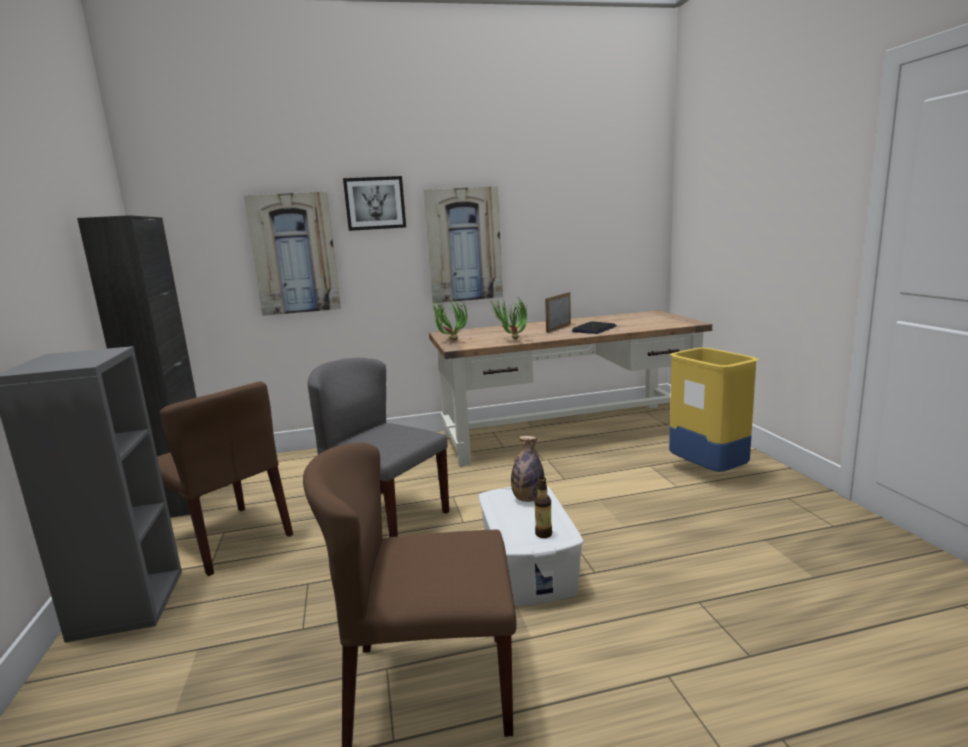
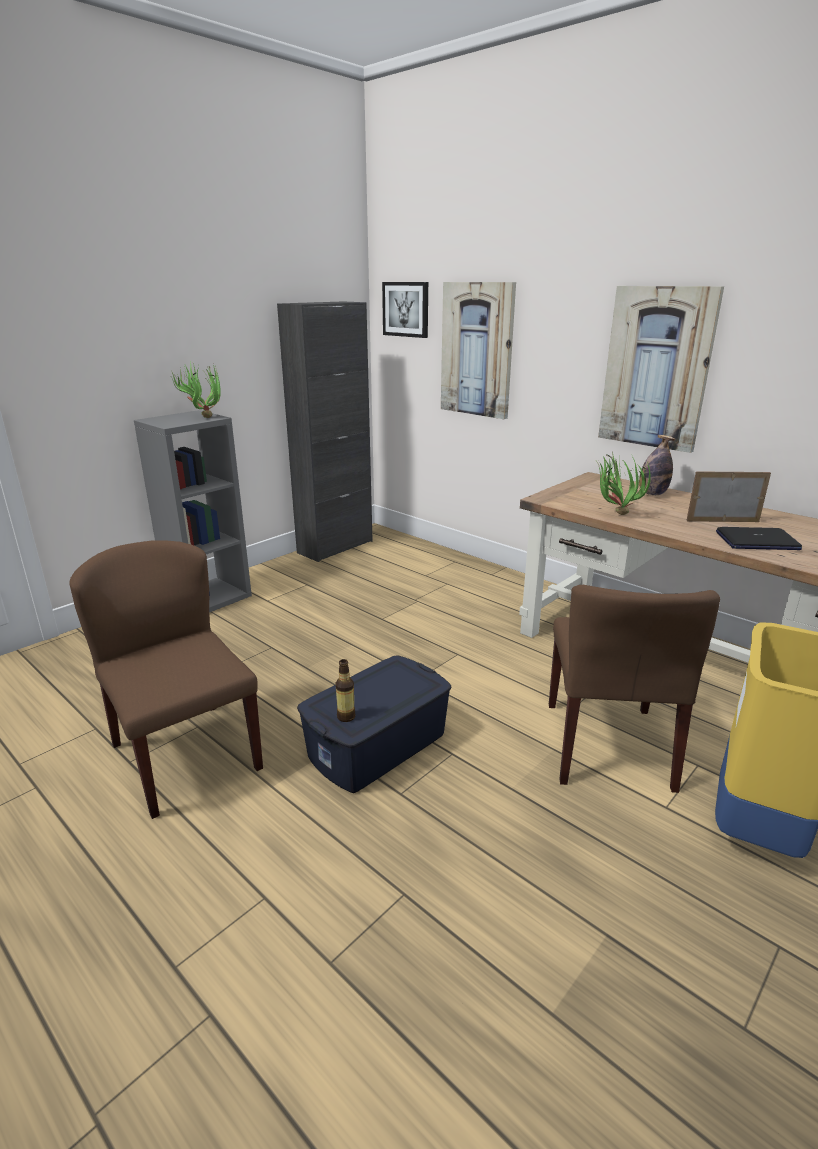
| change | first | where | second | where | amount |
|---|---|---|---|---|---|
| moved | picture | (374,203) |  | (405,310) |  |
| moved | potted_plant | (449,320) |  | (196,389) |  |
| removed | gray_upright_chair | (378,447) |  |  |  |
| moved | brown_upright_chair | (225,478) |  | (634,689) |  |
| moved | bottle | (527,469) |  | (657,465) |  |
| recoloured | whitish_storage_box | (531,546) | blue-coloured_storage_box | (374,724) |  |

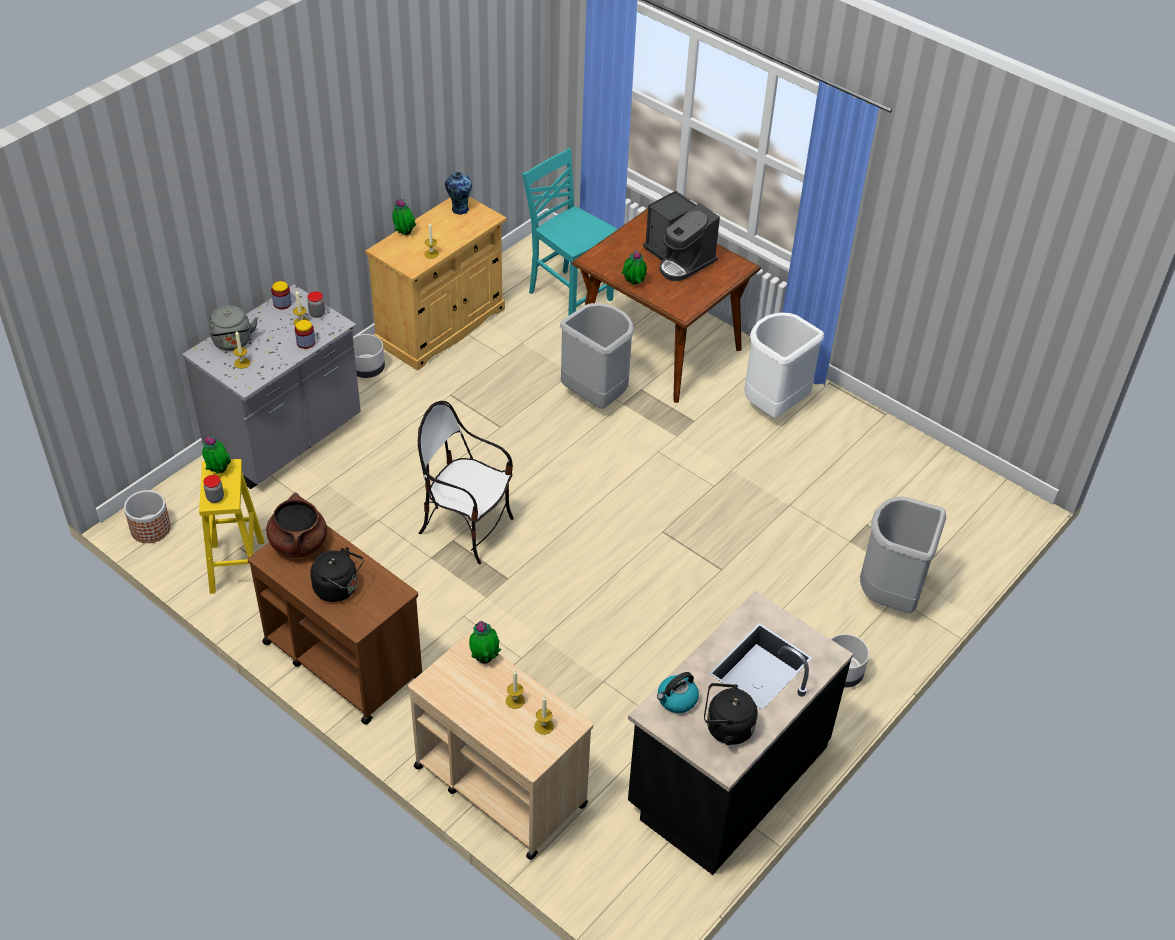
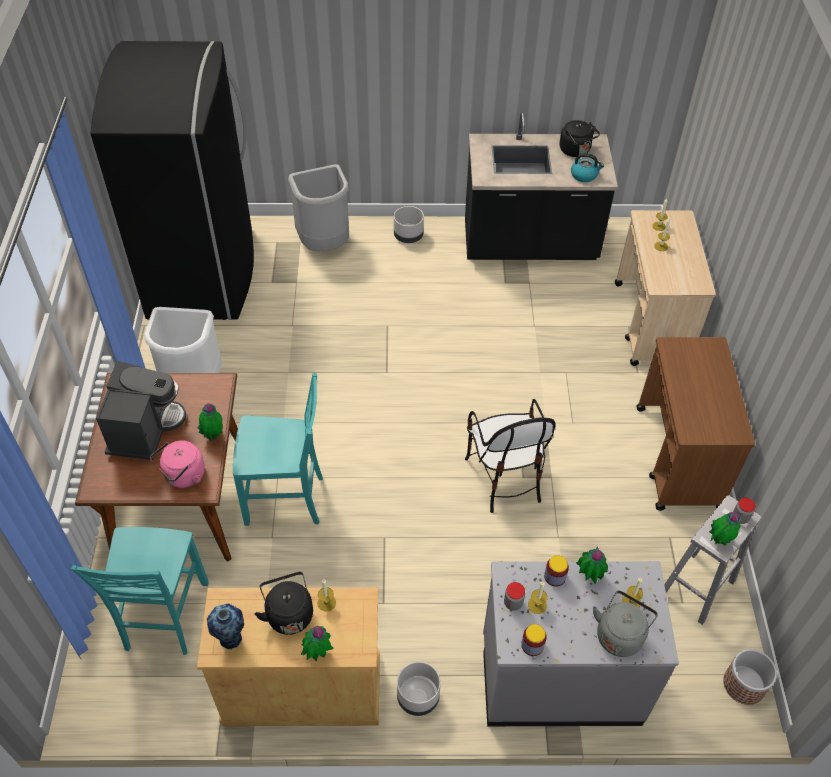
| change | first | where | second | where | amount |
|---|---|---|---|---|---|
| replaced | gray_trash_can | (597,356) | blue-green_upright_chair | (278,449) |  |
| recoloured | yellow-coloured_stool_seat | (231,526) | whitish_stool_seat | (713,560) |  |
| removed | brown_stockpot | (296,525) |  |  |  |
| moved | blackish_kettle | (337,574) |  | (283,603) |  |
| moved | potted_plant | (485,642) |  | (592,565) |  |
| added |  |  | blackish_kitchen_fridge | (172,180) |  |
| added |  |  | pink-coloured_kettle | (177,464) |  |

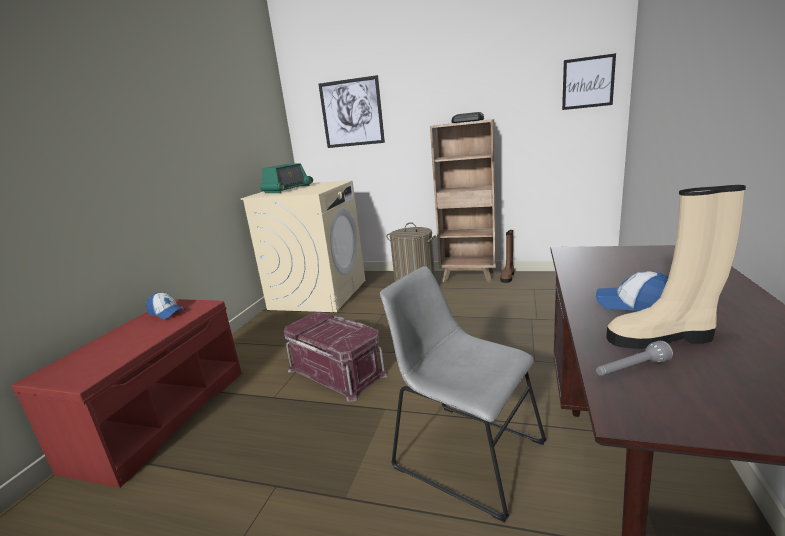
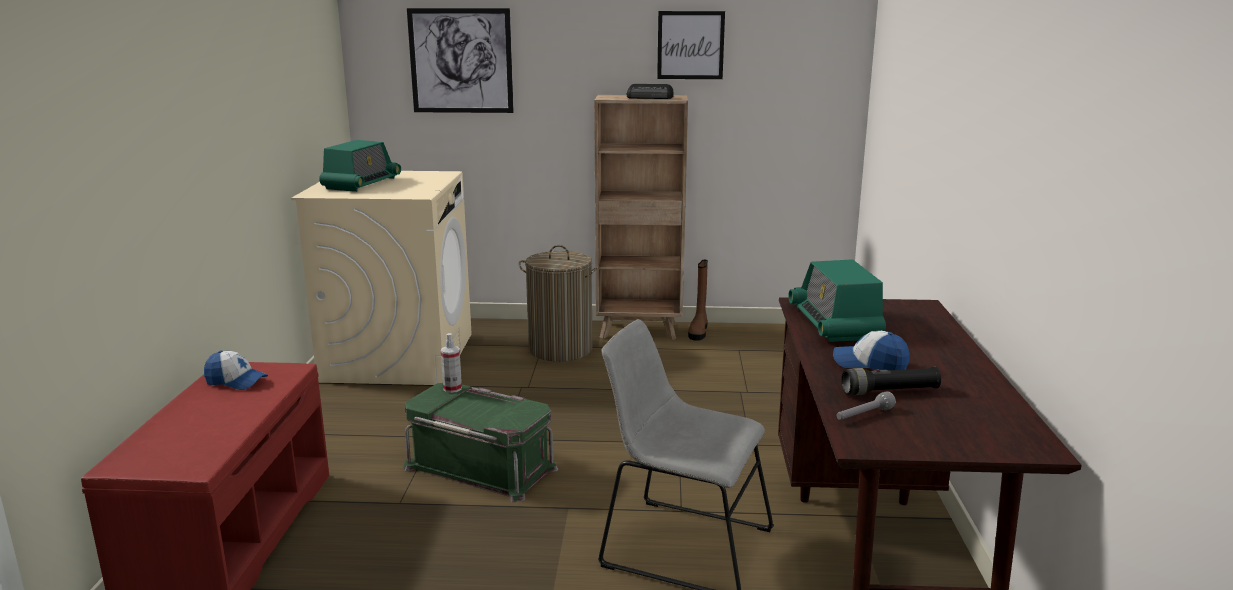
| change | first | where | second | where | amount |
|---|---|---|---|---|---|
| moved | picture | (589,81) |  | (691,45) |  |
| replaced | sand-coloured_tall_boot | (676,267) | blackish_flashlight | (891,381) |  |
| recoloured | reddish_storage_box | (336,357) | greenish_storage_box | (480,442) |  |
| added |  |  | radio_receiver | (837,300) |  |
| added |  |  | sprayer | (451,363) |  |

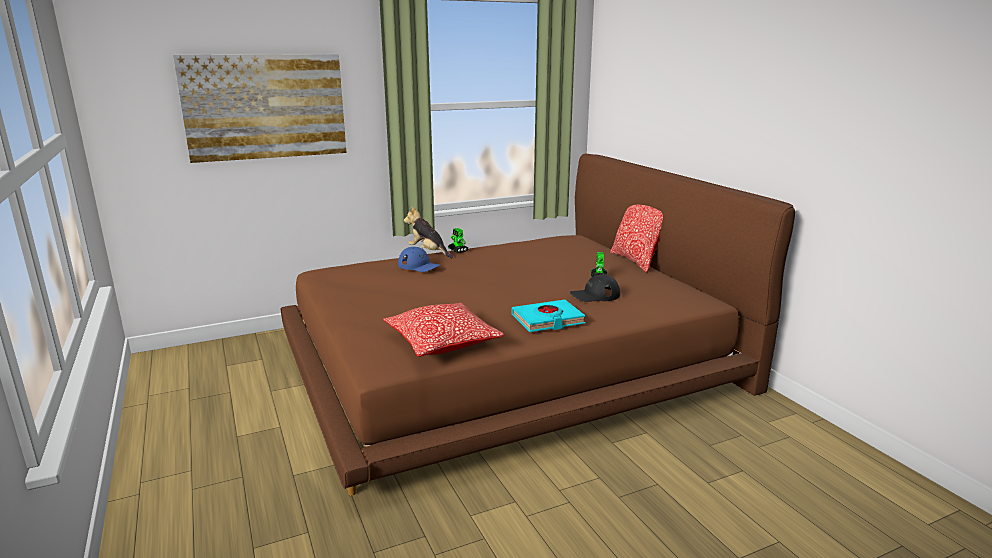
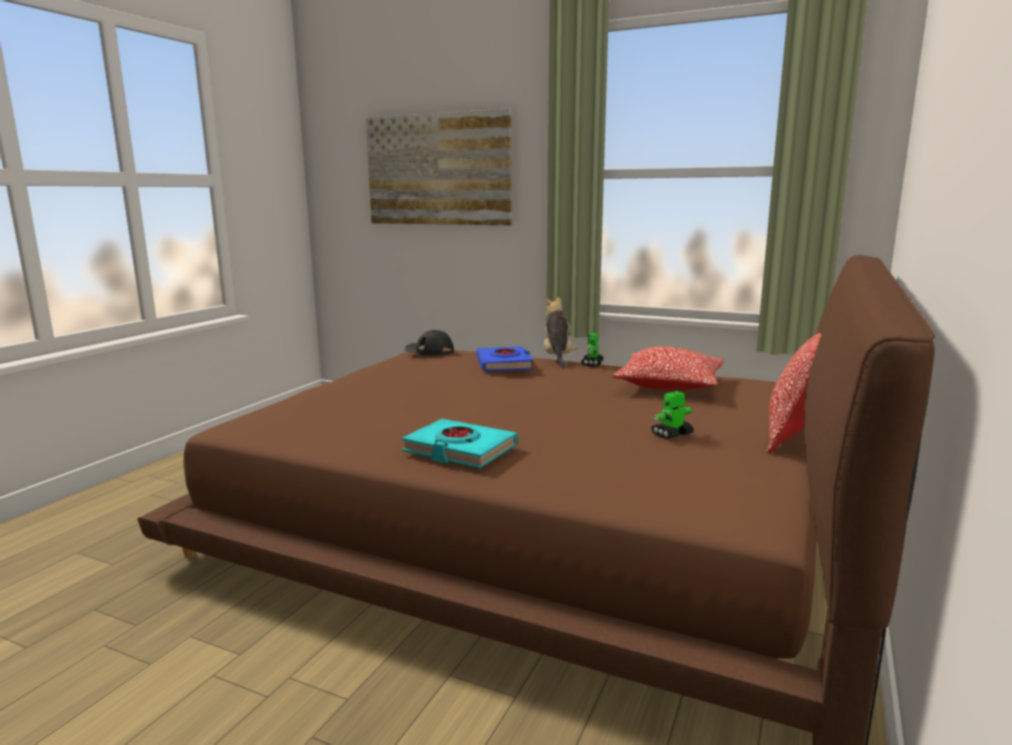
| change | first | where | second | where | amount |
|---|---|---|---|---|---|
| replaced | blue-coloured_baseball_cap | (419,259) | blue-coloured_bound_book | (504,358) |  |
| moved | blackish_baseball_cap | (595,288) |  | (429,343) |  |
| moved | throw_pillow | (444,330) |  | (668,368) |  |

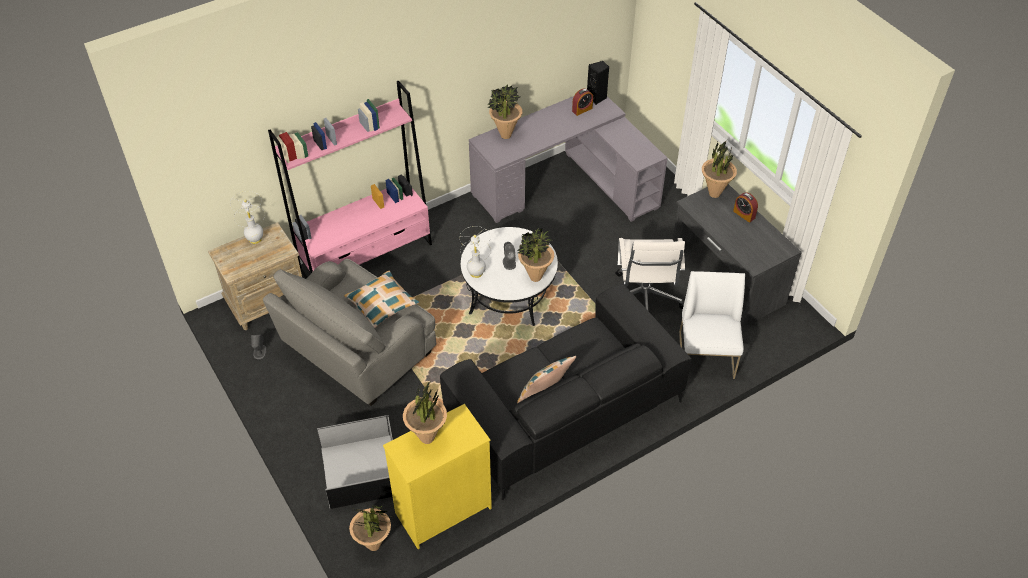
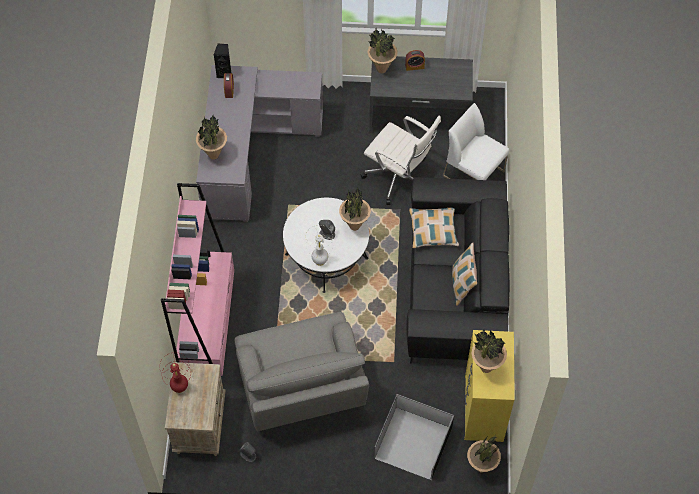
| change | first | where | second | where | amount |
|---|---|---|---|---|---|
| recoloured | whitish_tabletop_lamp | (247,217) | reddish_tabletop_lamp | (175,372) |  |
| moved | throw_pillow | (381,299) |  | (434,228) |  |

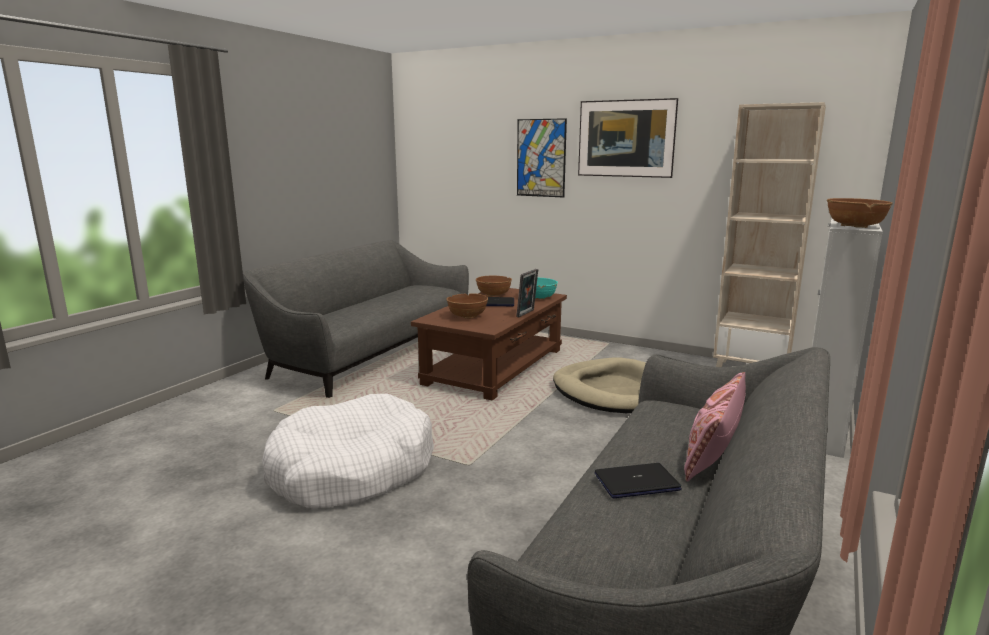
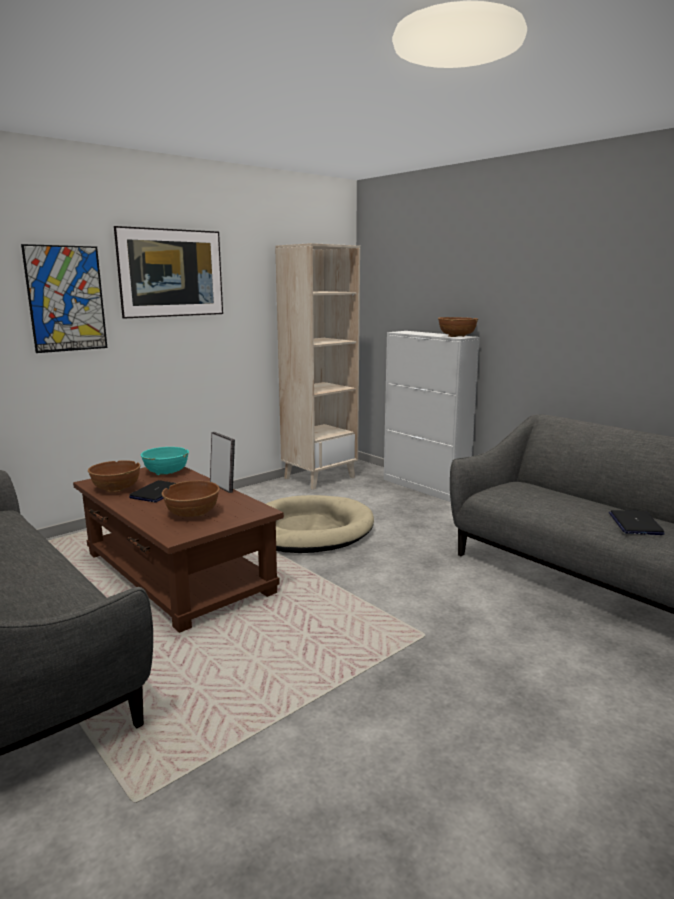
| change | first | where | second | where | amount |
|---|---|---|---|---|---|
| removed | pink-coloured_throw_pillow | (715,426) |  |  |  |
| removed | whitish_dog_cushion | (348,451) |  |  |  |

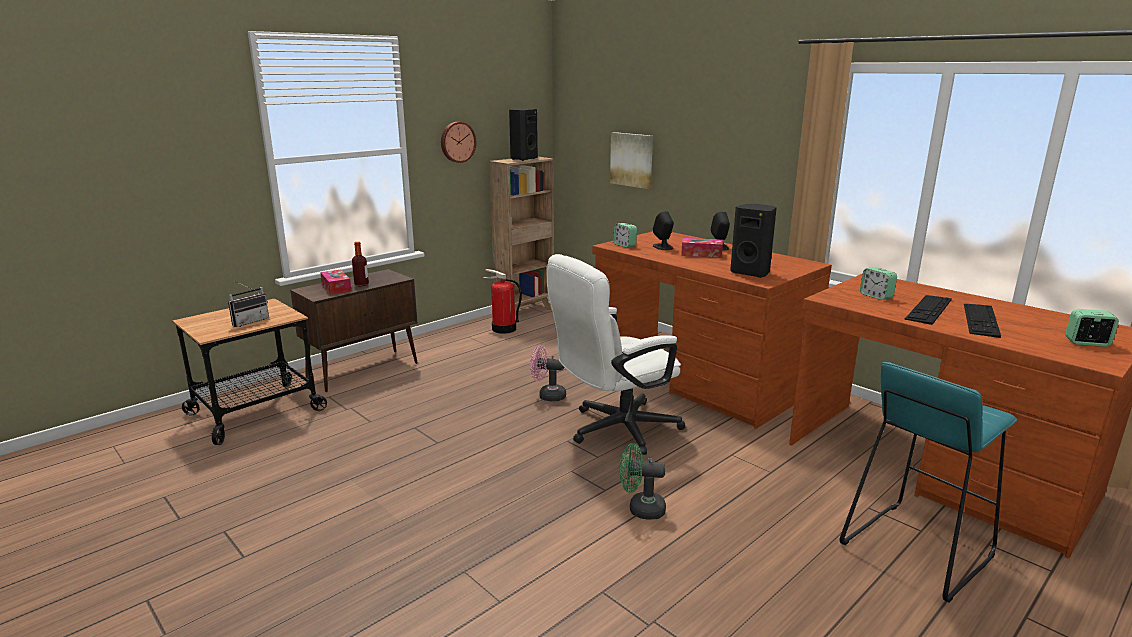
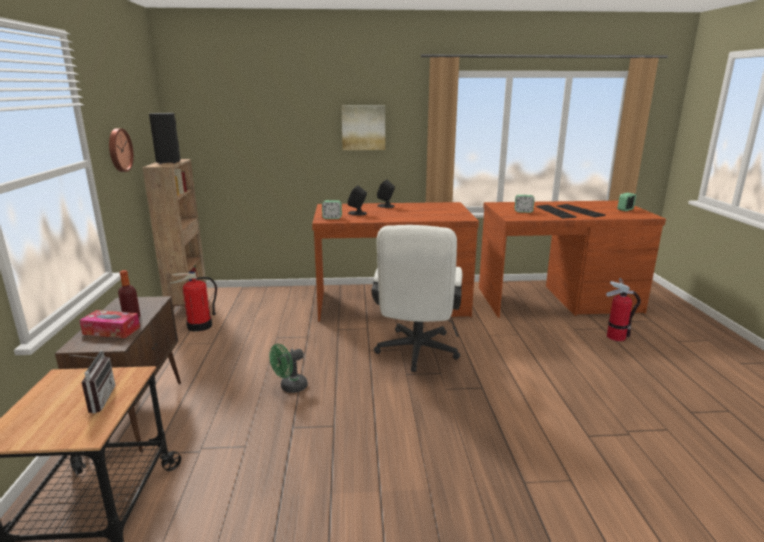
| change | first | where | second | where | amount |
|---|---|---|---|---|---|
| moved | picture | (631,160) |  | (363,127) |  |
| removed | blackish_loudspeaker | (753,241) |  |  |  |
| removed | box_of_tissues | (702,248) |  |  |  |
| removed | pink-coloured_cooling_fan | (548,373) |  |  |  |
| replaced | blue-green_stool_seat | (928,482) | fire-fighting_cylinder | (623,309) |  |
| moved | greenish_cooling_fan | (643,481) |  | (288,368) |  |

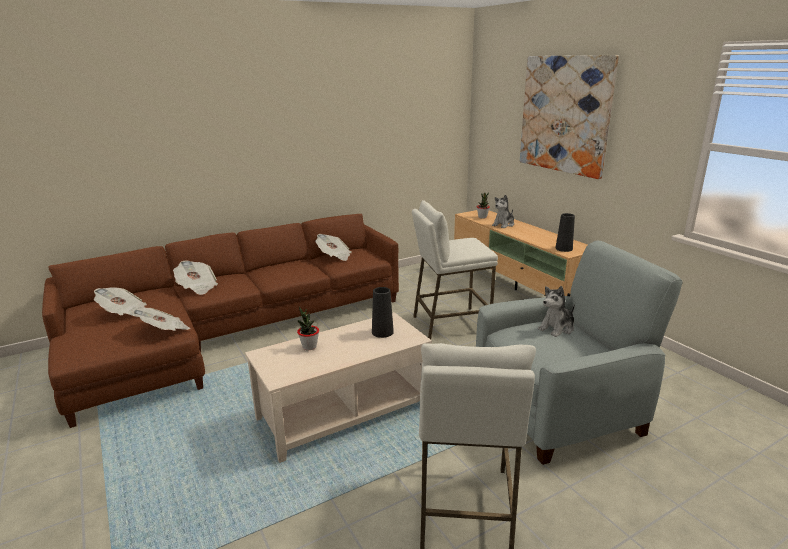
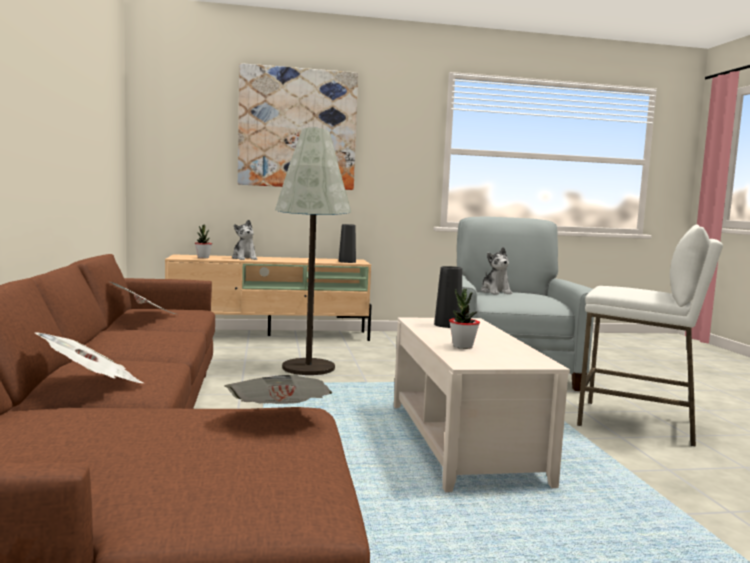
| change | first | where | second | where | amount |
|---|---|---|---|---|---|
| replaced | whitish_stool_seat | (455,270) | gray_standard_lamp | (313,251) |  |
| removed | newspaper | (120,302) |  |  |  |

